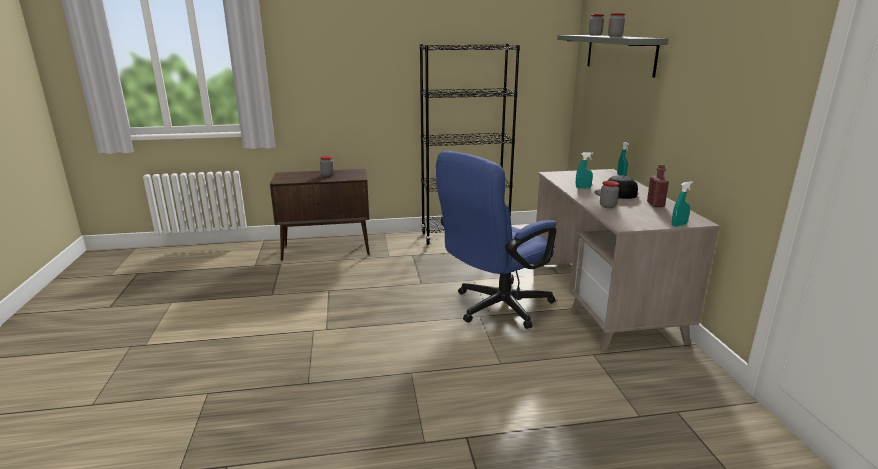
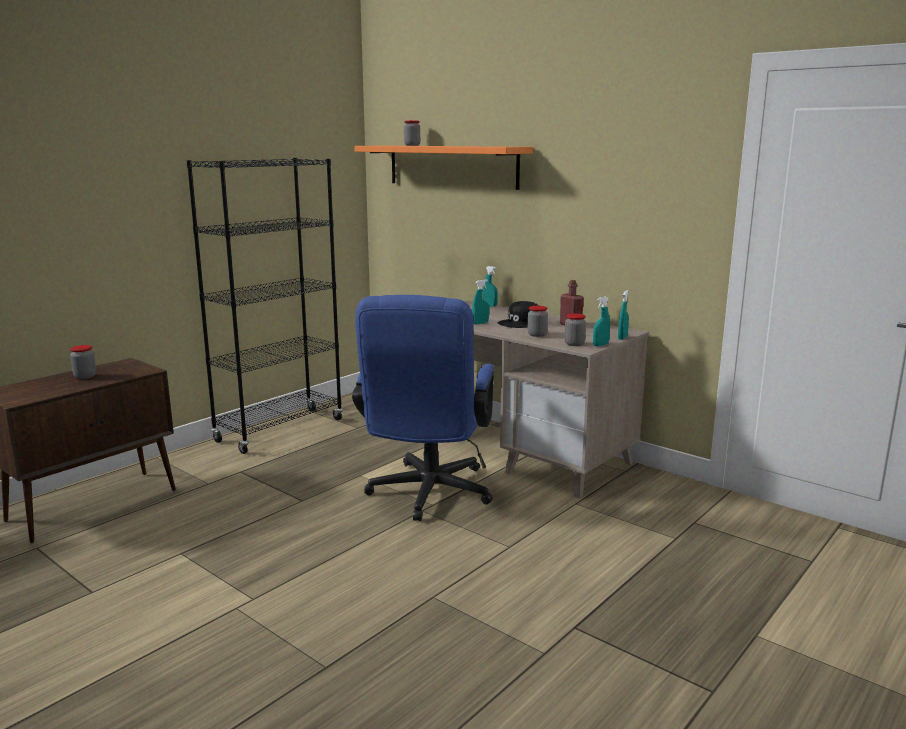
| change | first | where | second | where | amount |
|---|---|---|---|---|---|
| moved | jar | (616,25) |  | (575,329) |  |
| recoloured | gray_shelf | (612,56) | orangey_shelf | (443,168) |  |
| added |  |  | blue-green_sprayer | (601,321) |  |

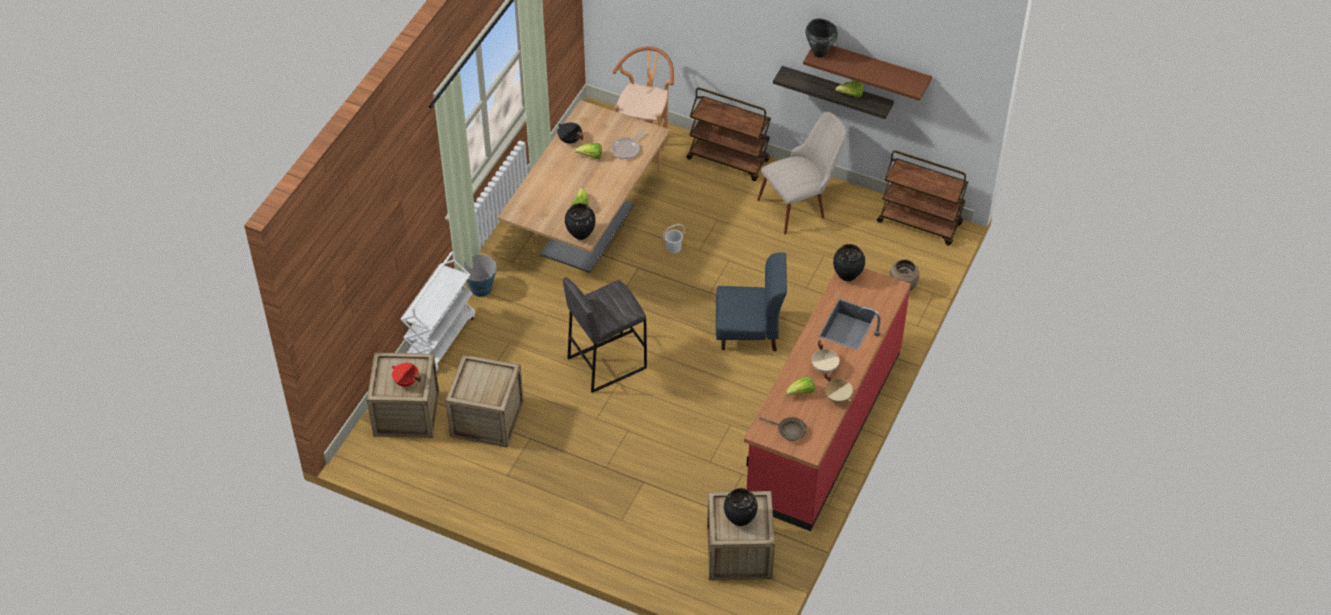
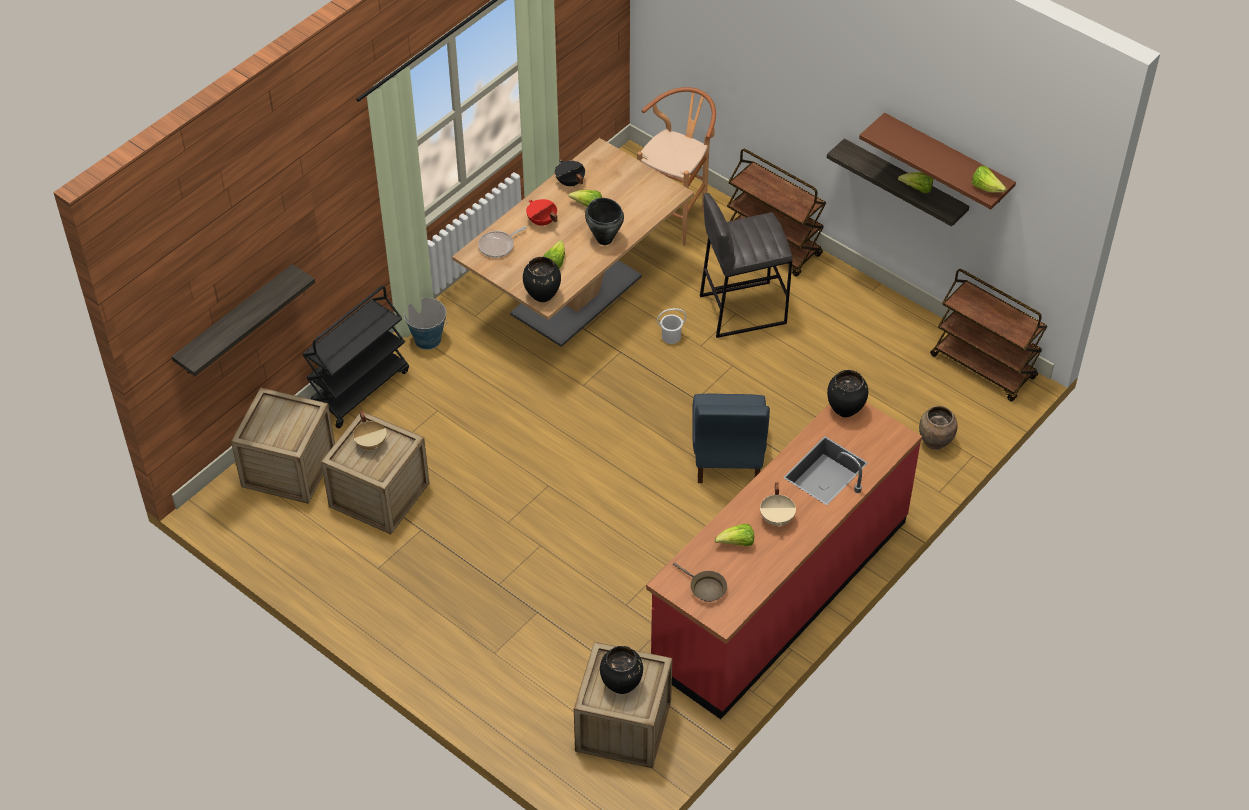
| change | first | where | second | where | amount |
|---|---|---|---|---|---|
| moved | blackish_stockpot | (821,38) |  | (604,221) |  |
| removed | sand-coloured_upright_chair | (801,173) |  |  |  |
| moved | frying_pan | (628,144) |  | (502,242) |  |
| recoloured | whitish_cart | (437,311) | blackish_cart | (355,357) |  |
| turned | blue-coloured_upright_chair | (751,302) |  | (731,438) | 75 degrees clockwise |
| moved | gray_stool_seat | (605,335) |  | (746,265) |  |
| moved | reddish_stockpot | (406,375) |  | (542,212) |  |
| moved | sand-coloured_stockpot | (838,388) |  | (369,430) |  |
| added |  |  | lettuce_head | (989,179) |  |
| added |  |  | shelf | (243,320) |  |

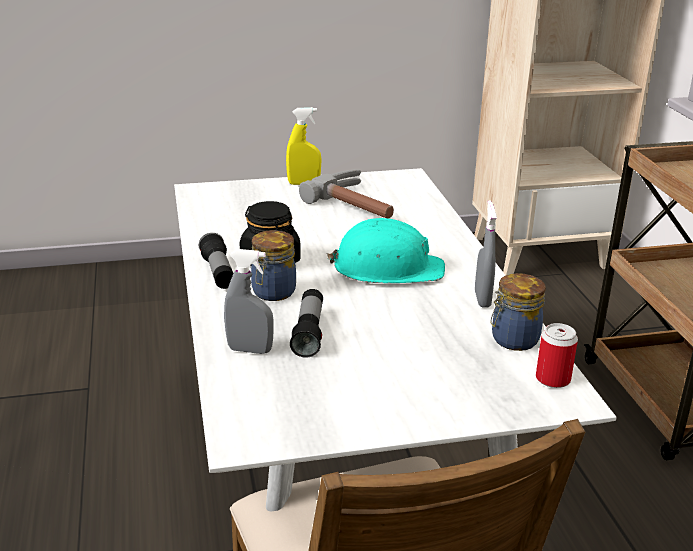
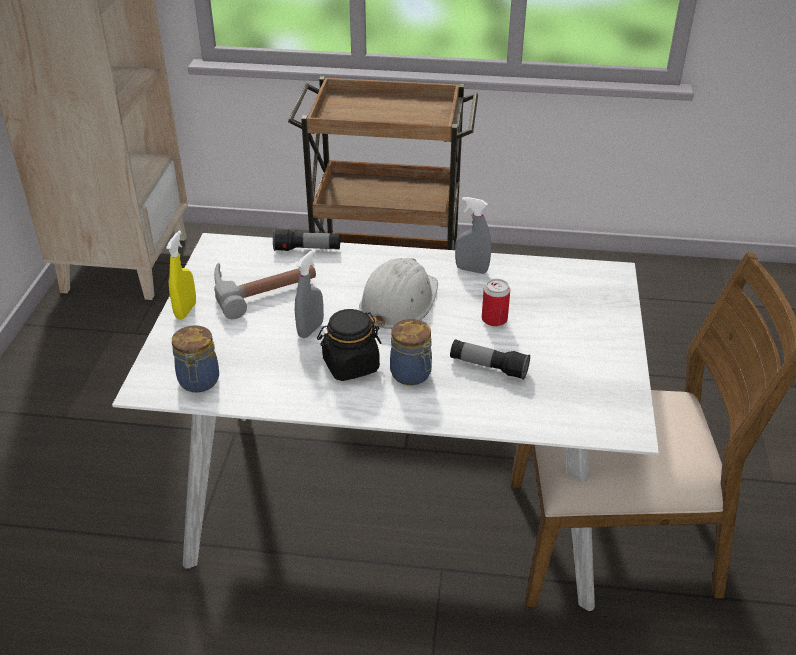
| change | first | where | second | where | amount |
|---|---|---|---|---|---|
| recoloured | blue-green_hard_hat | (386,250) | whitish_hard_hat | (398,294) |  |
| moved | flashlight | (216,261) |  | (306,240) |  |
| moved | gray_sprayer | (249,301) |  | (309,293) |  |
| moved | jar | (518,312) |  | (195,358) |  |
| moved | can | (557,355) |  | (496,303) |  |

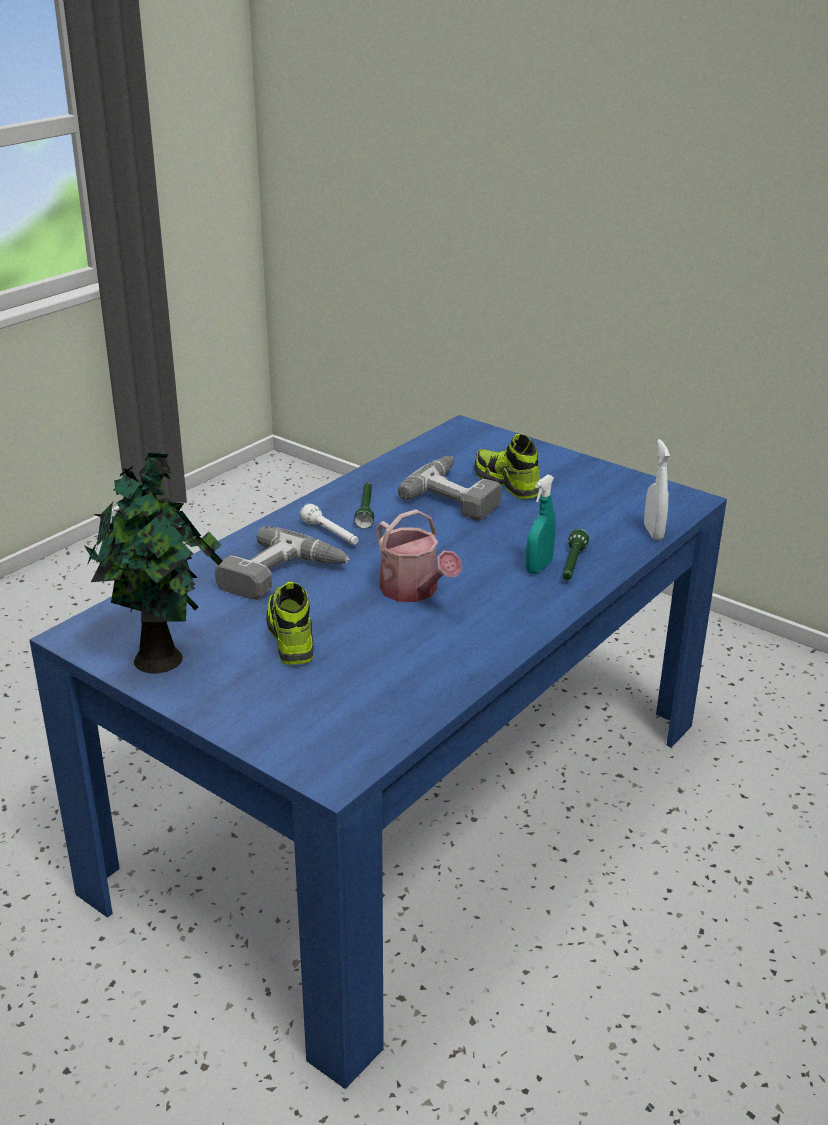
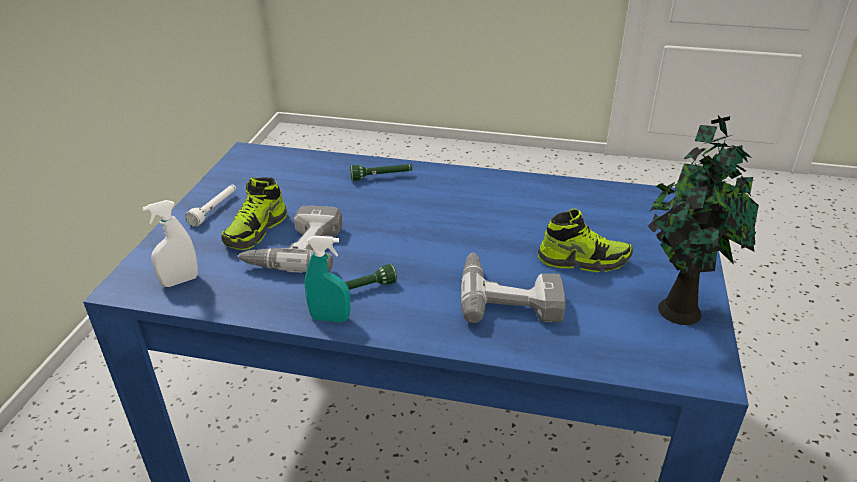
| change | first | where | second | where | amount |
|---|---|---|---|---|---|
| moved | whitish_sprayer | (657,489) |  | (170,243) |  |
| moved | blue-green_sprayer | (541,524) |  | (327,279) |  |
| moved | whitish_flashlight | (329,524) |  | (210,206) |  |
| removed | sprinkling_can | (419,555) |  |  |  |
| turned | item_of_footwear | (290,623) |  | (585,240) | 135 degrees counterclockwise |

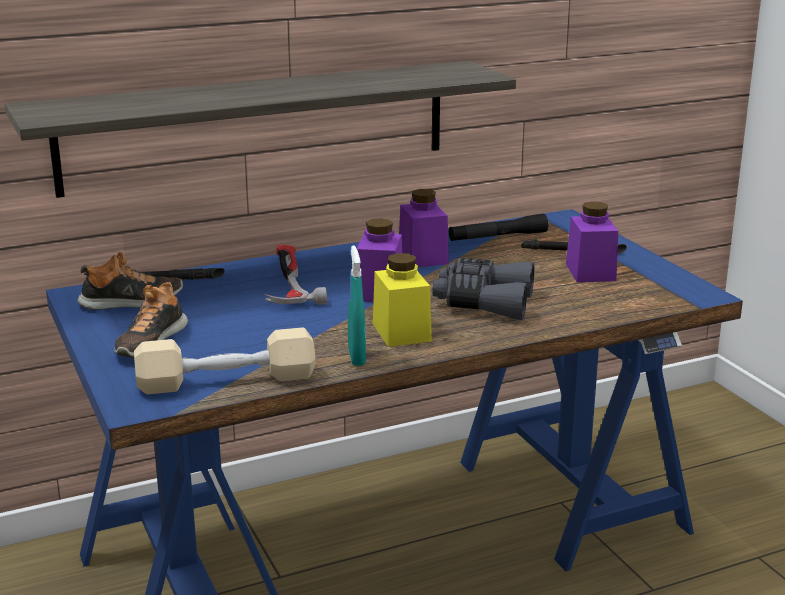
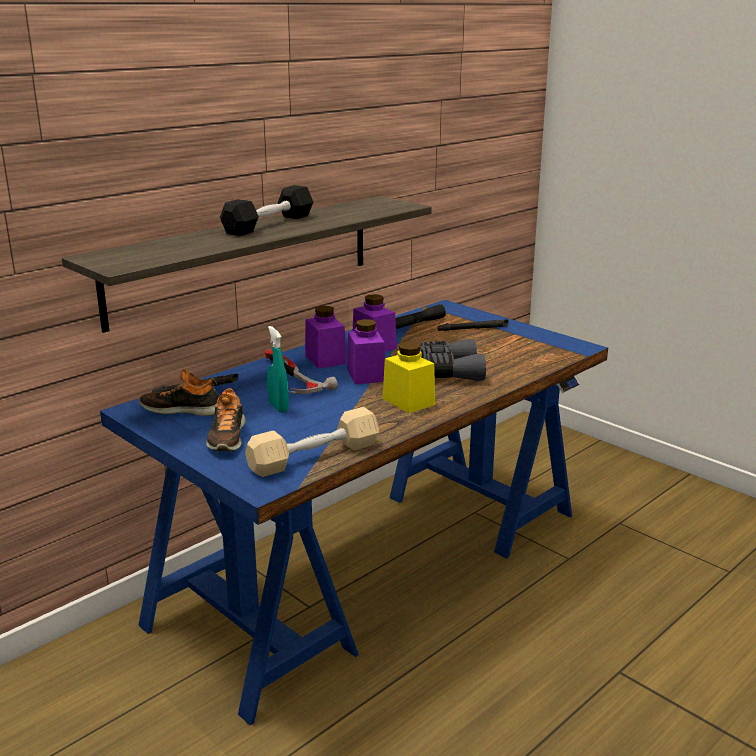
| change | first | where | second | where | amount |
|---|---|---|---|---|---|
| moved | purple_jar | (592,241) |  | (326,337) |  |
| moved | blue-green_sprayer | (357,306) |  | (278,369) |  |
| turned | item_of_footwear | (130,281) |  | (179,392) | 135 degrees counterclockwise |
| added |  |  | blackish_free_weight | (266,210) |  |

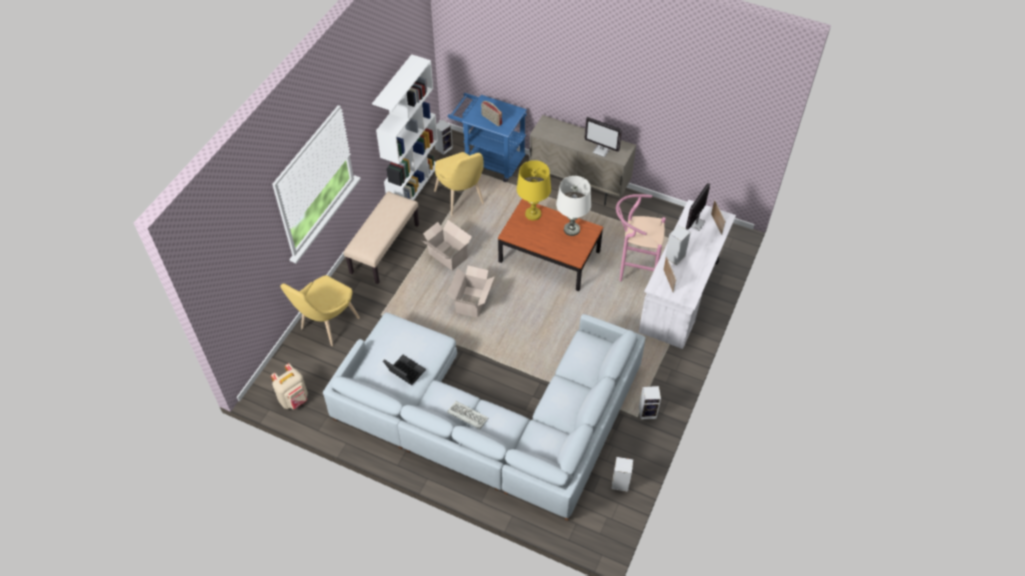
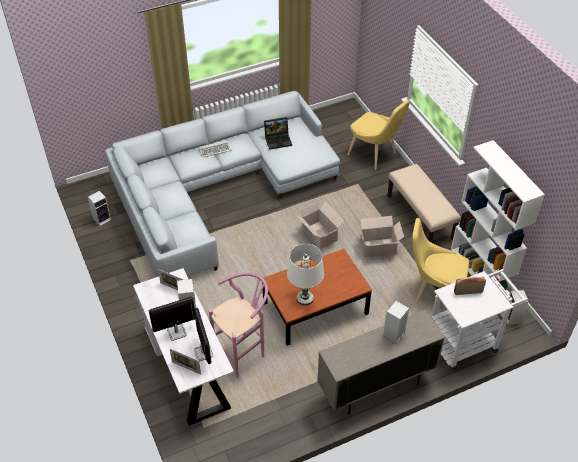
| change | first | where | second | where | amount |
|---|---|---|---|---|---|
| recoloured | blue-coloured_cart | (487,137) | whitish_cart | (479,320) |  |
| moved | computer_display | (603,137) |  | (172,318) |  |
| removed | yellow-coloured_tabletop_lamp | (534,190) |  |  |  |
| turned | yellow-coloured_upright_chair | (320,310) |  | (378,135) | 150 degrees clockwise |
| removed | sand-coloured_backpack | (289,386) |  |  |  |
| moved | loudspeaker | (650,403) |  | (396,322) |  |

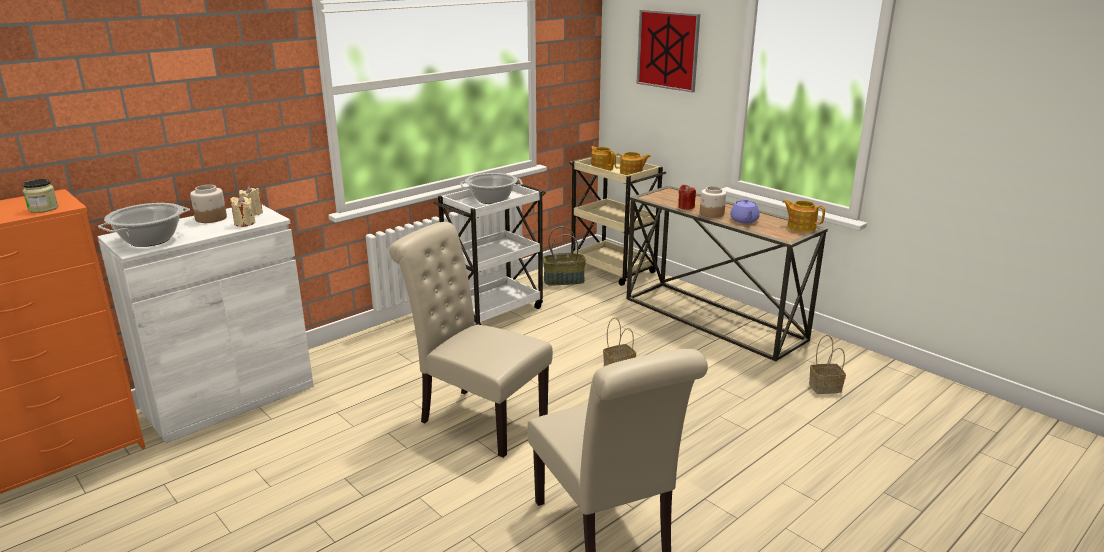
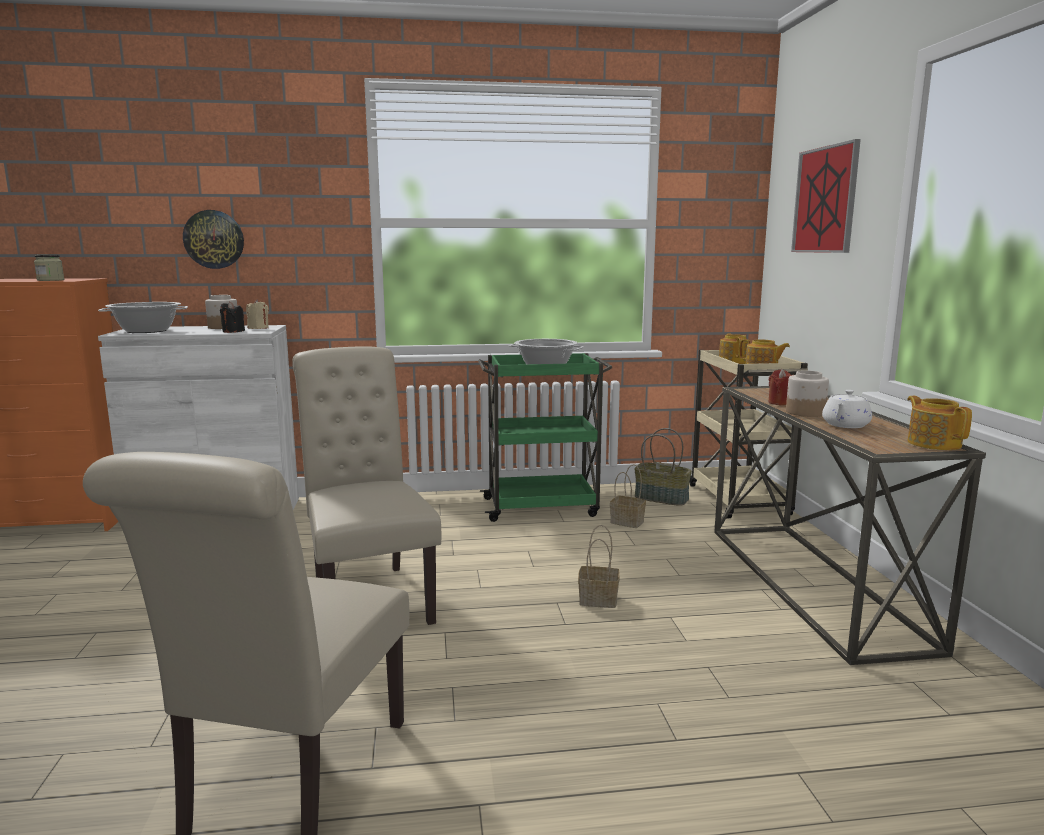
| change | first | where | second | where | amount |
|---|---|---|---|---|---|
| recoloured | whitish_cart | (489,253) | greenish_cart | (545,437) |  |
| recoloured | sand-coloured_candle | (242,211) | blackish_candle | (232,317) |  |
| recoloured | purple_teapot | (745,211) | whitish_teapot | (847,409) |  |
| moved | storage_basket | (827,364) |  | (628,496) |  |
| added |  |  | wall_clock | (213,239) |  |

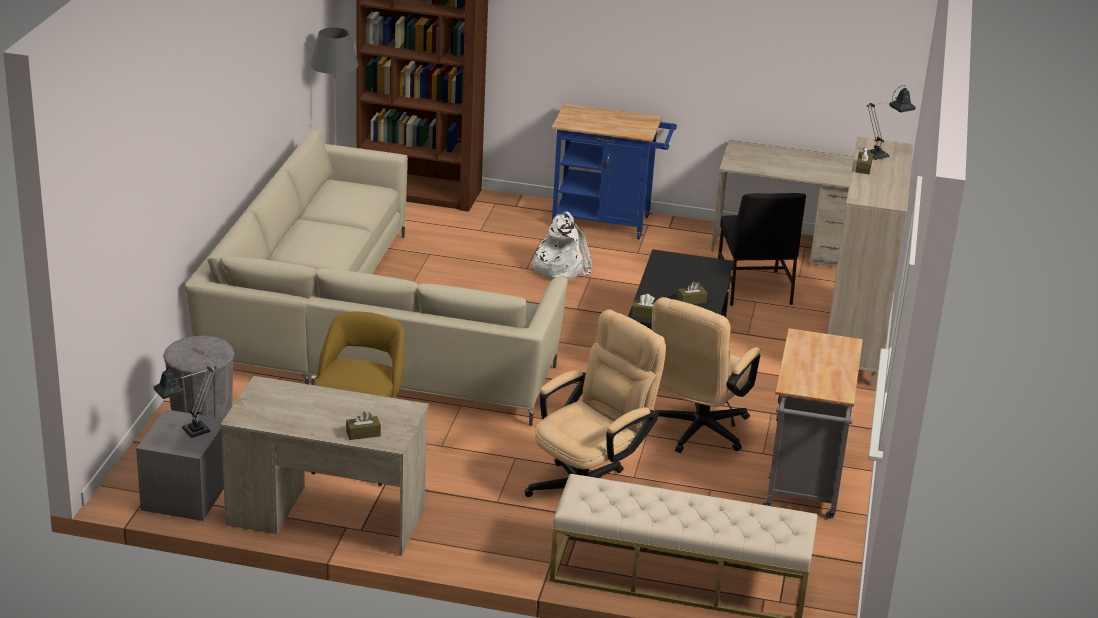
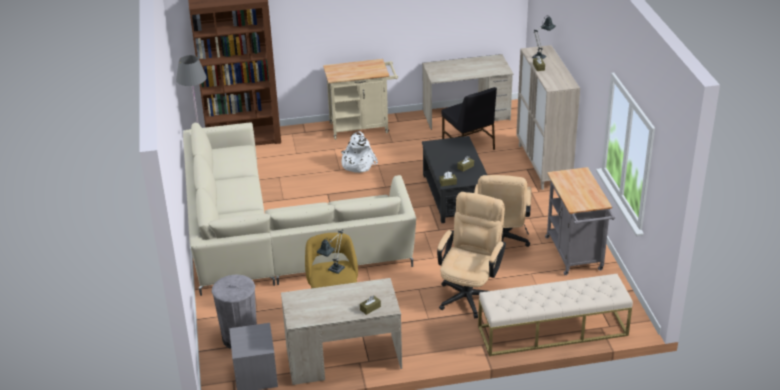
| change | first | where | second | where | amount |
|---|---|---|---|---|---|
| recoloured | blue-coloured_cart | (614,171) | sand-coloured_cart | (360,99) |  |
| moved | tabletop_lamp | (185,402) |  | (331,252) |  |

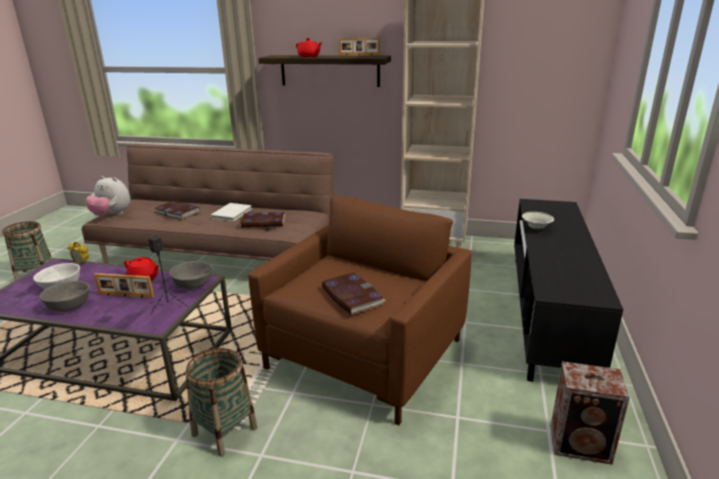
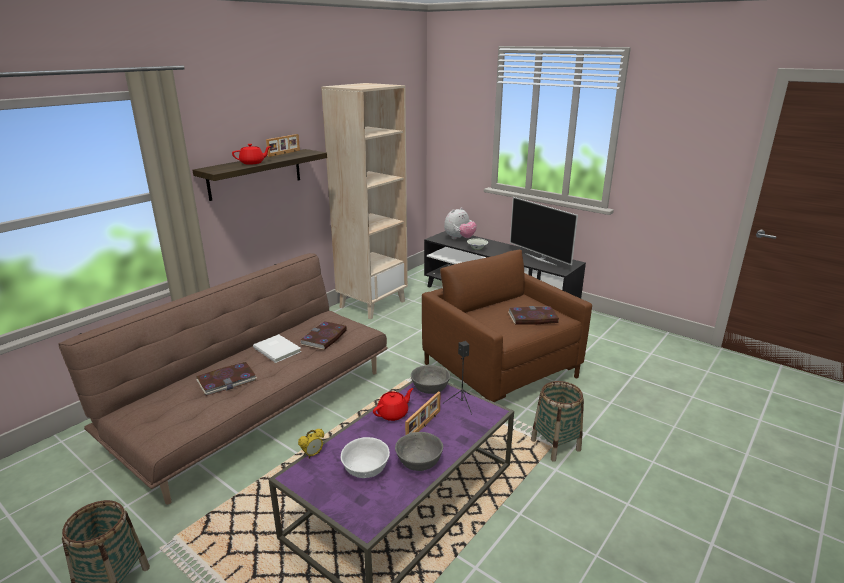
| change | first | where | second | where | amount |
|---|---|---|---|---|---|
| moved | cuddly_toy | (107,196) |  | (460,223) |  |
| removed | loudspeaker | (590,413) |  |  |  |
| added |  |  | television | (544,231) |  |

